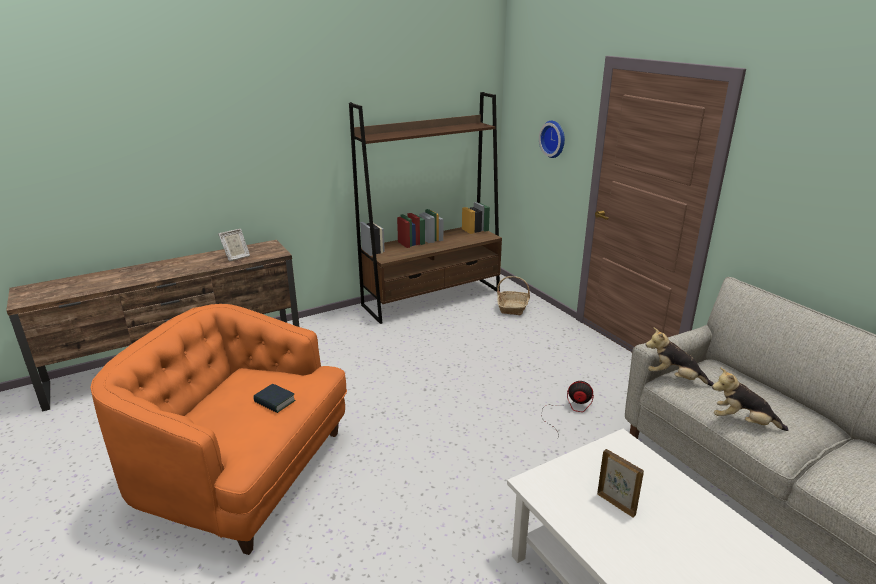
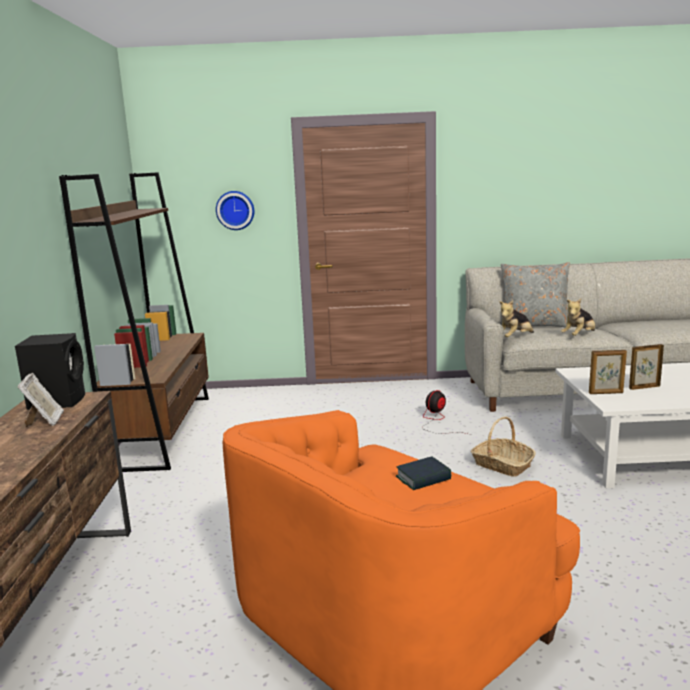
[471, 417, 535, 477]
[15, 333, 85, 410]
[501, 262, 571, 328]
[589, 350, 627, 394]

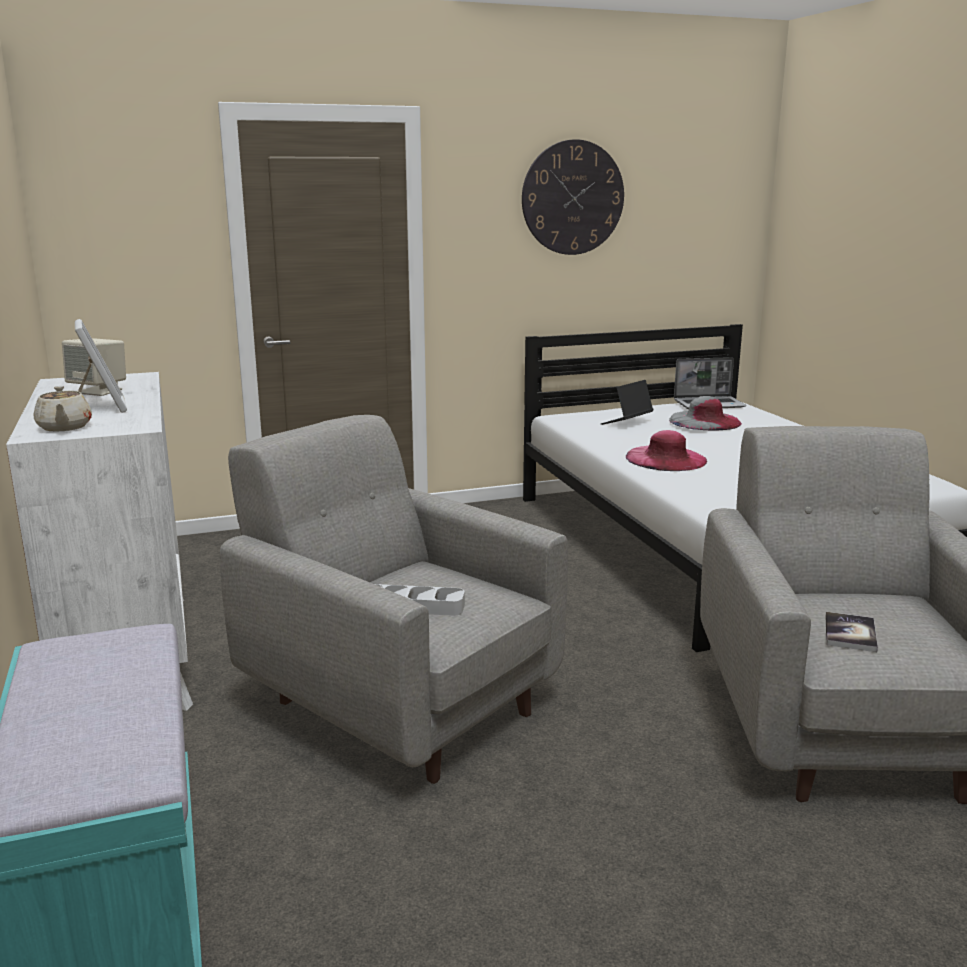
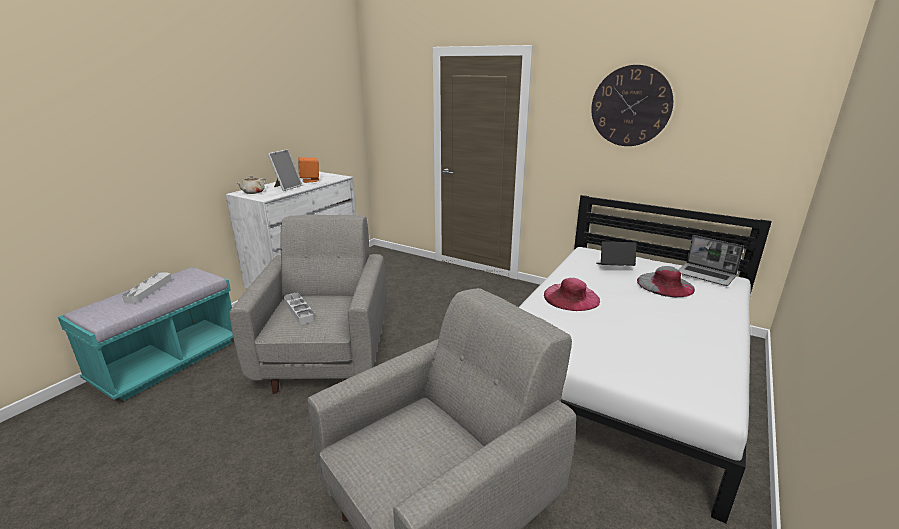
[298, 157, 319, 183]
[826, 612, 878, 652] (first image)
[122, 272, 172, 303]

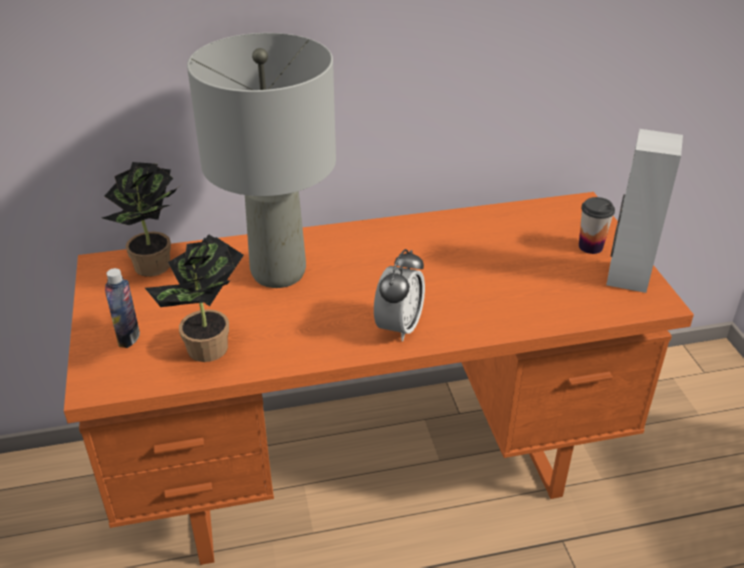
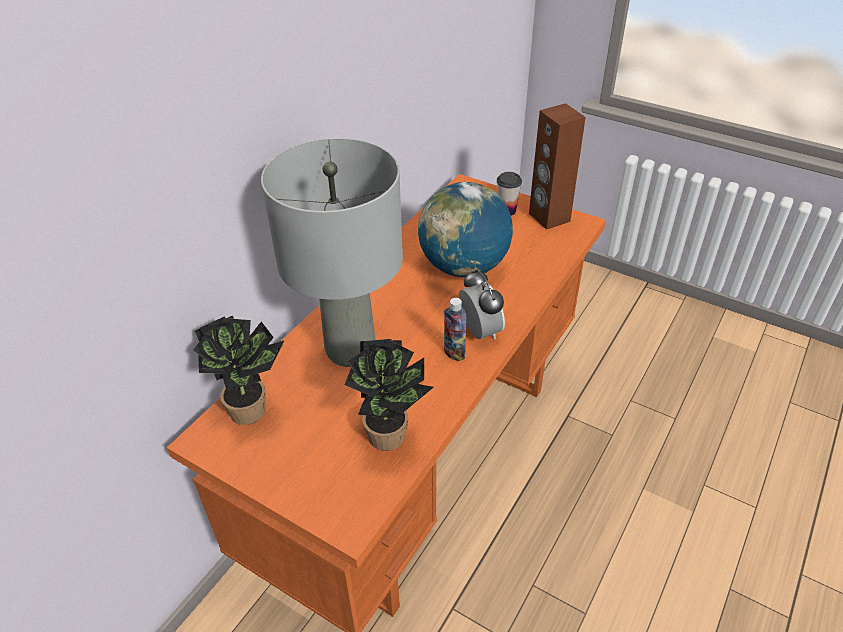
[444, 298, 466, 361]
[529, 103, 586, 230]
[418, 182, 513, 277]

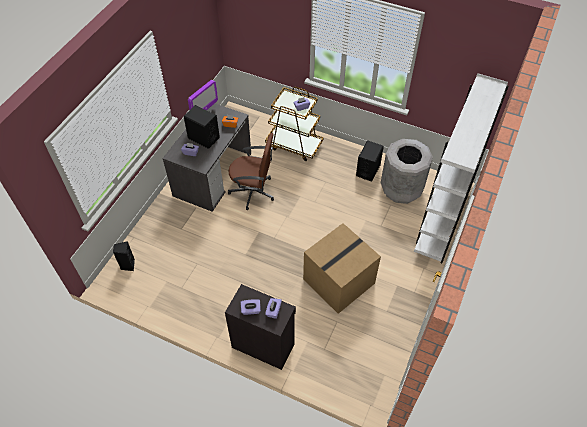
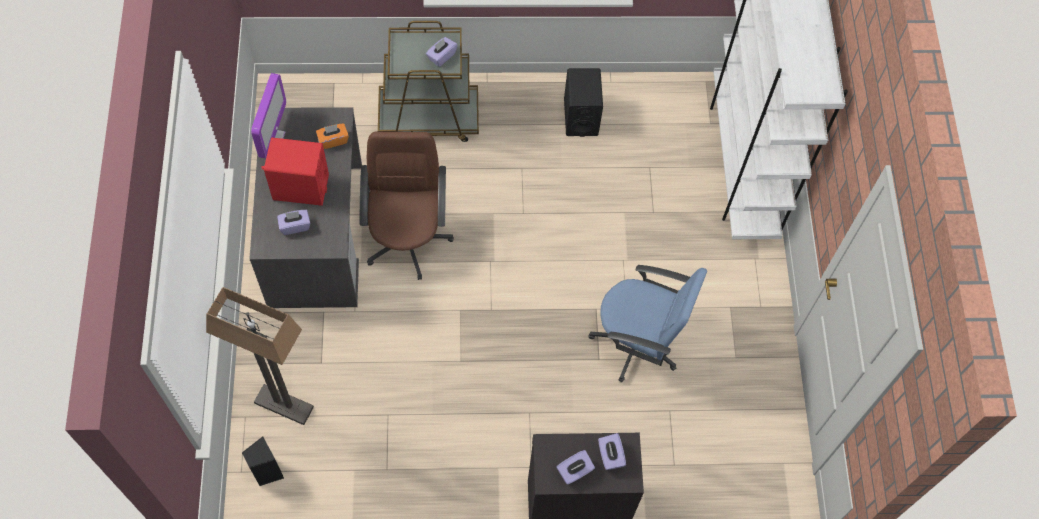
[261, 137, 329, 206]
[360, 132, 454, 280]
[588, 265, 707, 382]
[381, 139, 433, 204] (first image)
[206, 287, 314, 425]

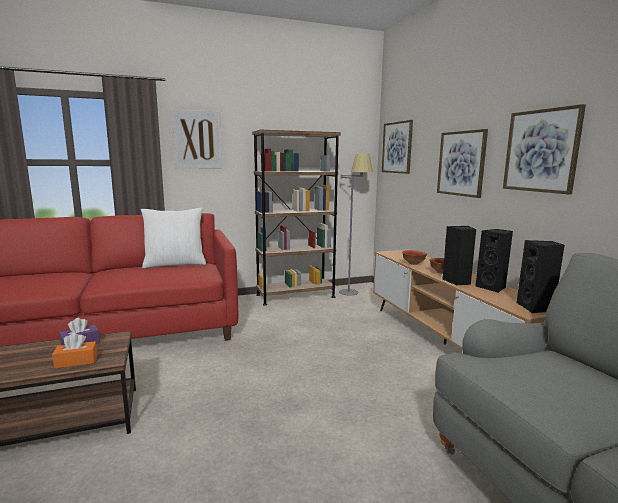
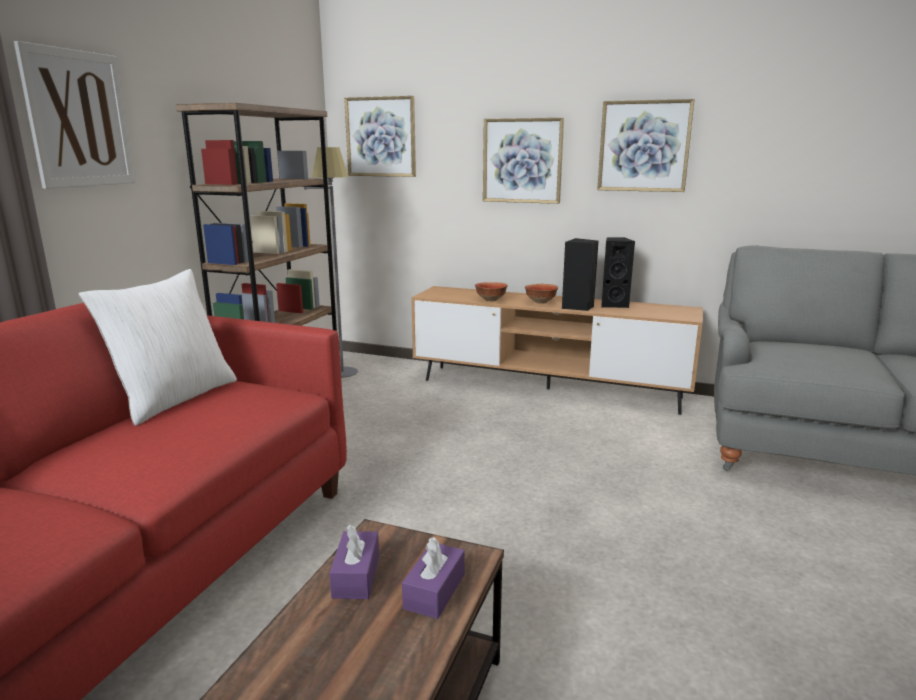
[402, 537, 465, 619]
[516, 240, 565, 313] (first image)

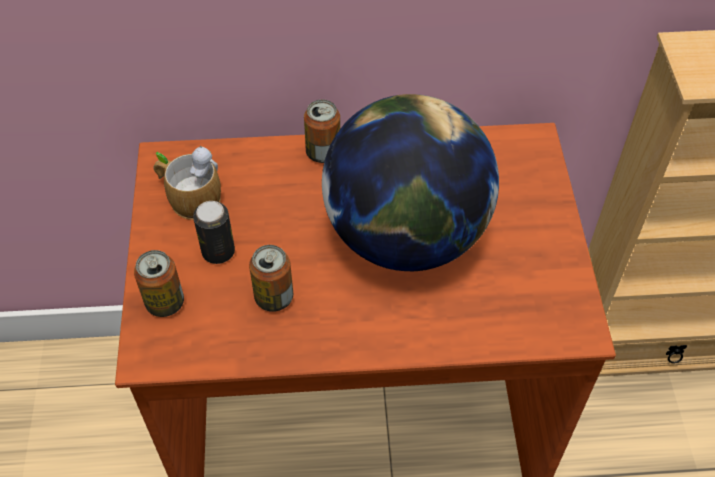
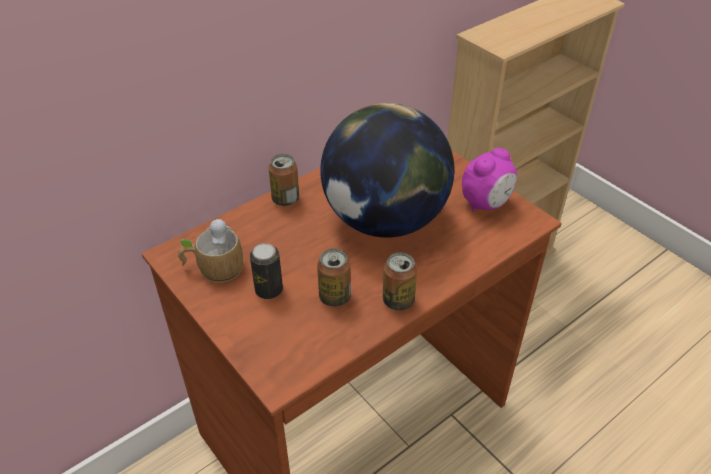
[383, 252, 417, 311]
[462, 148, 517, 211]

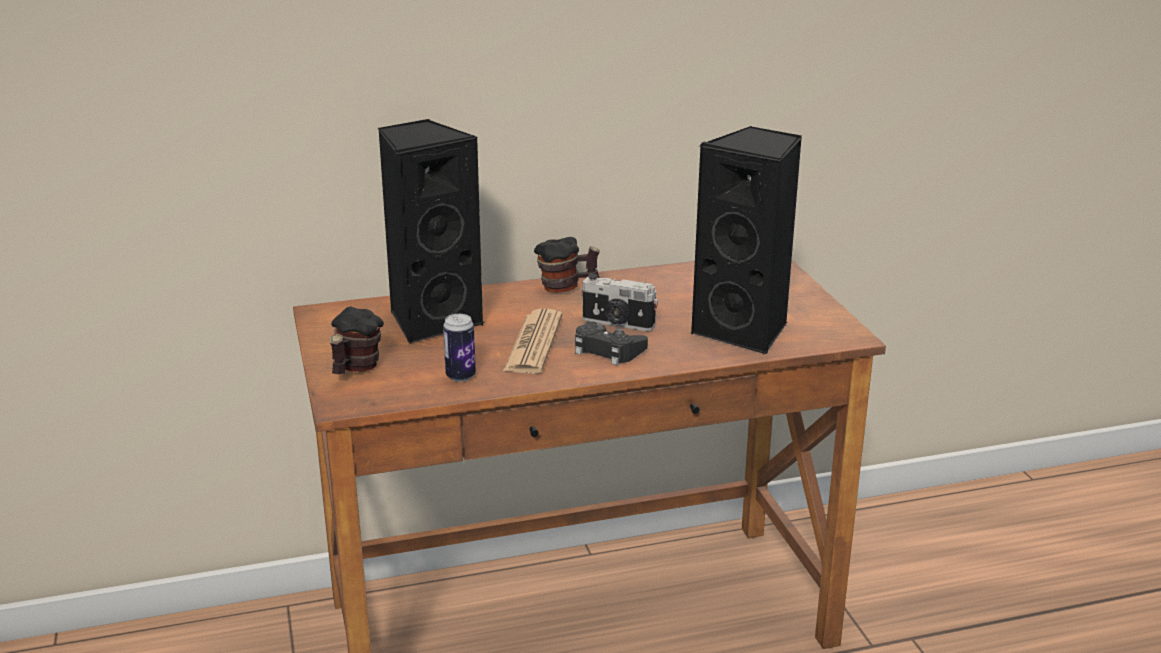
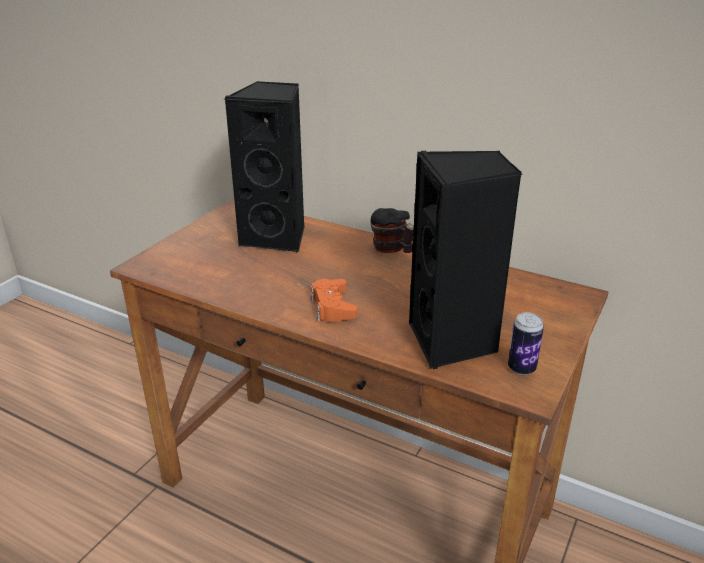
[330, 307, 384, 374] (first image)
[508, 312, 544, 375]
[503, 309, 562, 374] (first image)
[310, 279, 357, 322]
[581, 274, 658, 331] (first image)

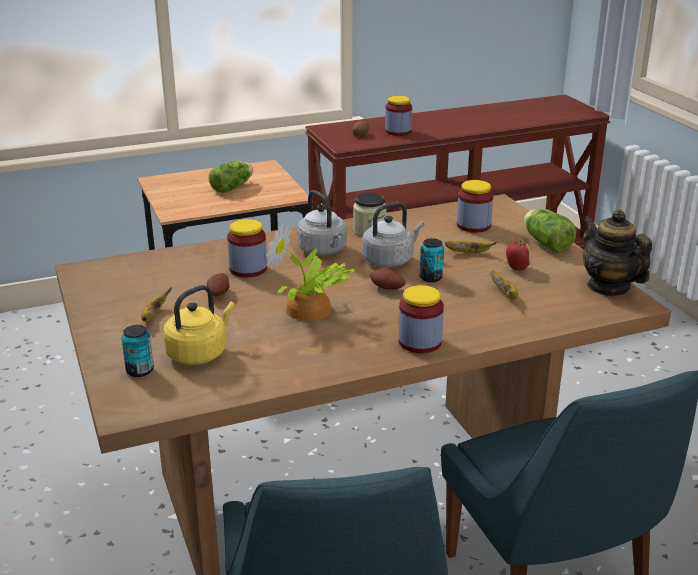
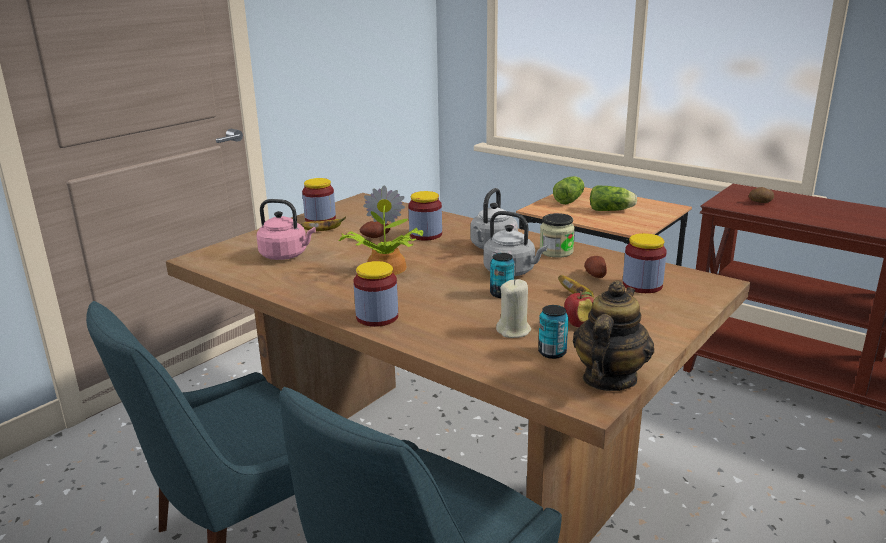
[538, 305, 569, 359]
[256, 199, 316, 260]
[584, 256, 607, 278]
[302, 178, 336, 222]
[496, 279, 531, 338]
[553, 176, 584, 204]

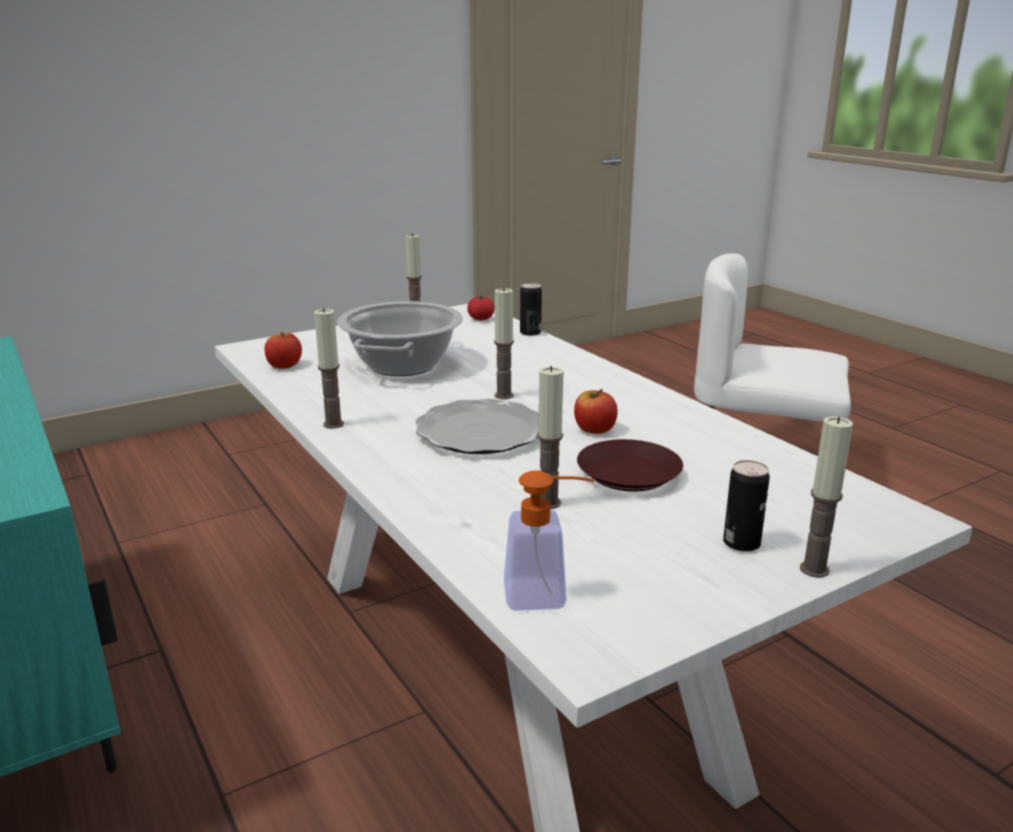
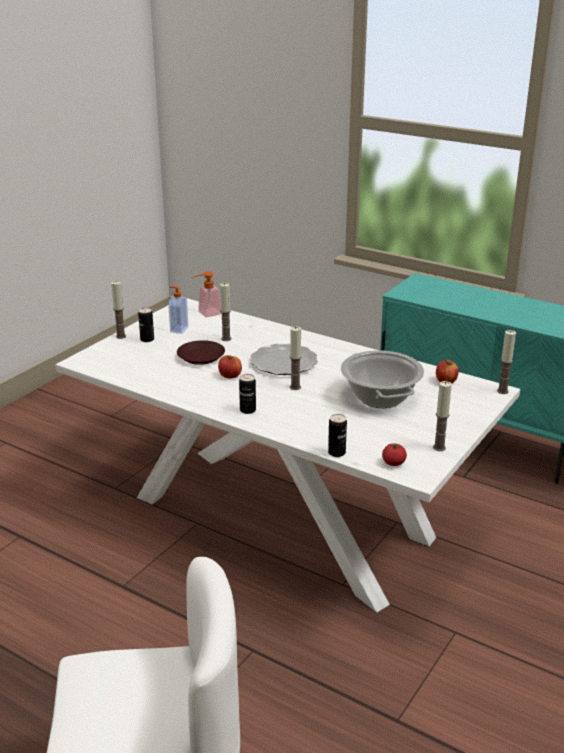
[497, 330, 516, 394]
[168, 286, 188, 334]
[239, 374, 256, 414]

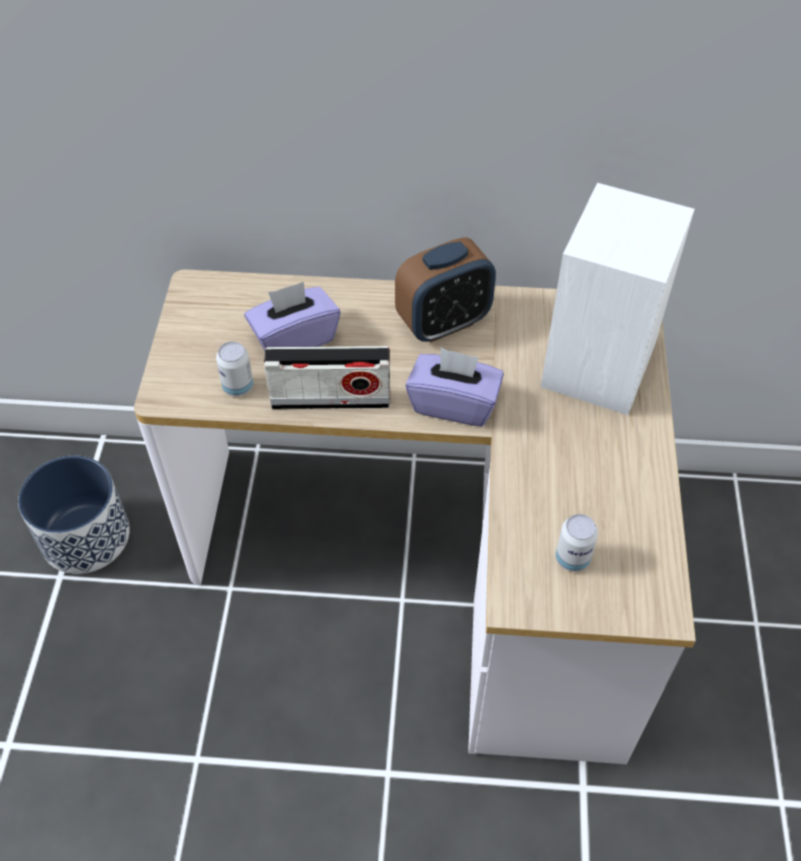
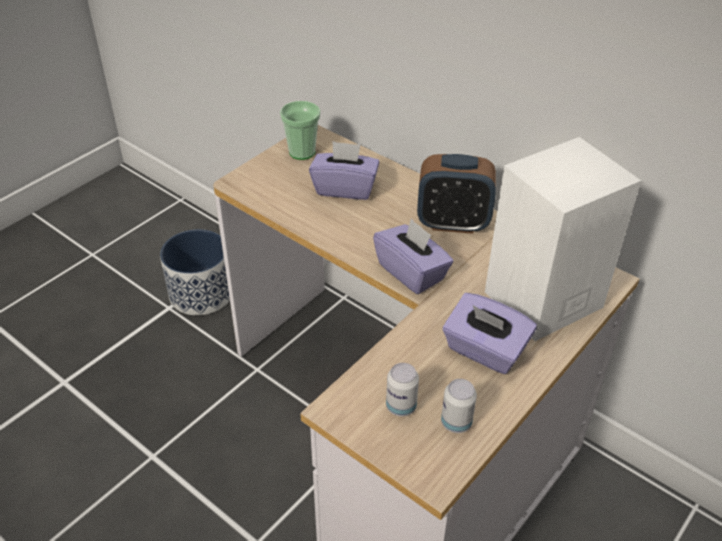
[441, 379, 477, 433]
[264, 346, 390, 409] (first image)
[280, 101, 320, 160]
[443, 293, 537, 374]

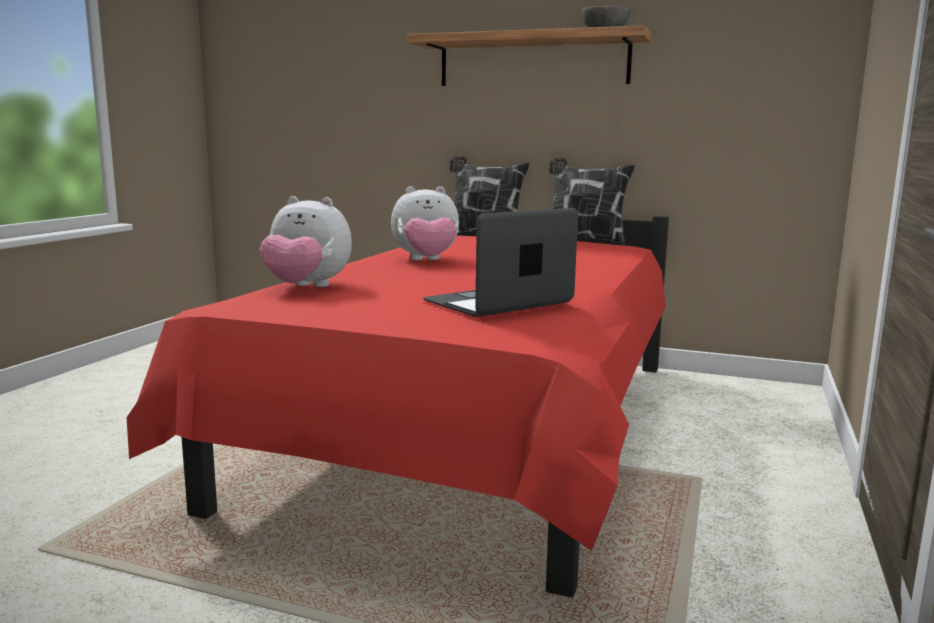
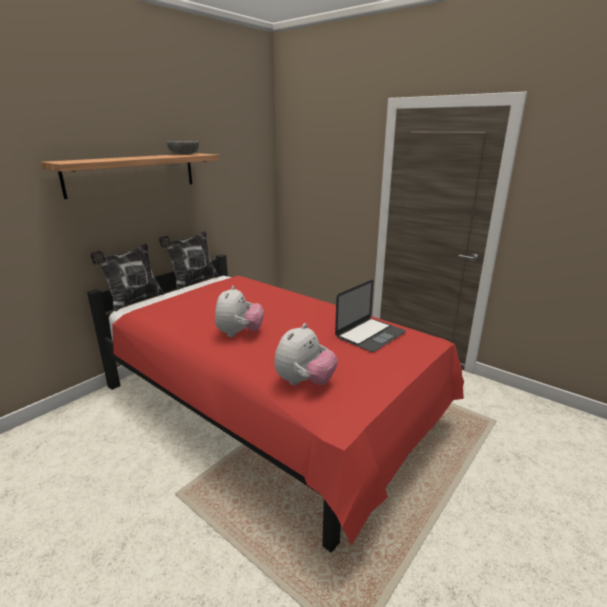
[335, 280, 406, 352]

